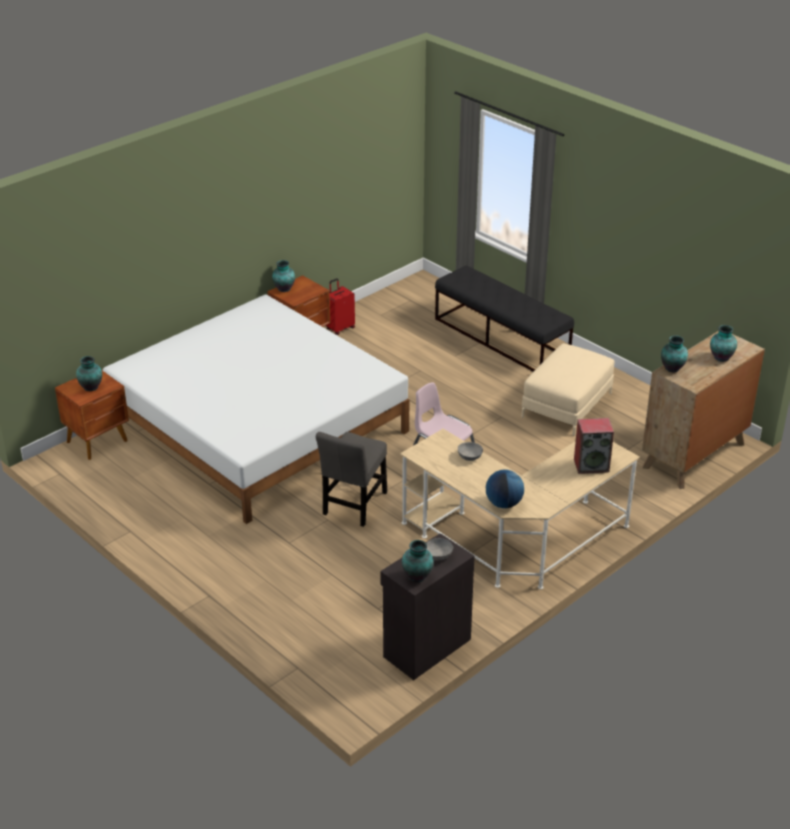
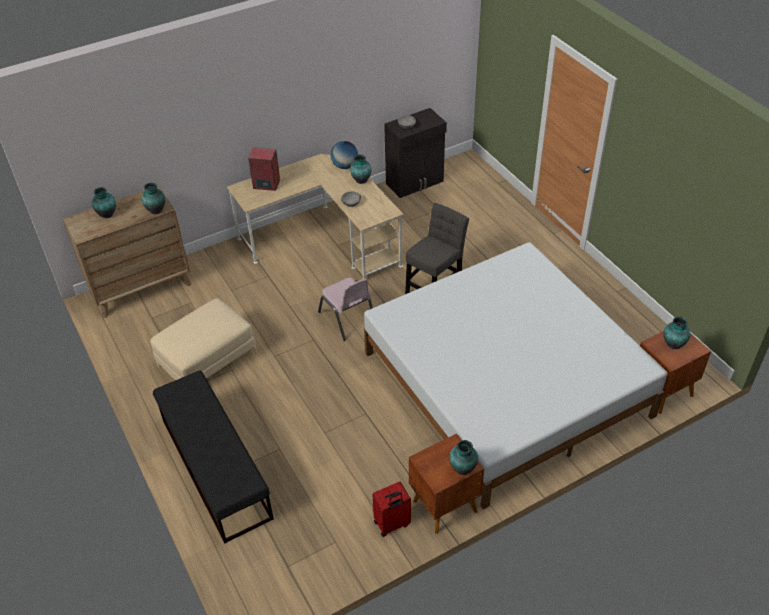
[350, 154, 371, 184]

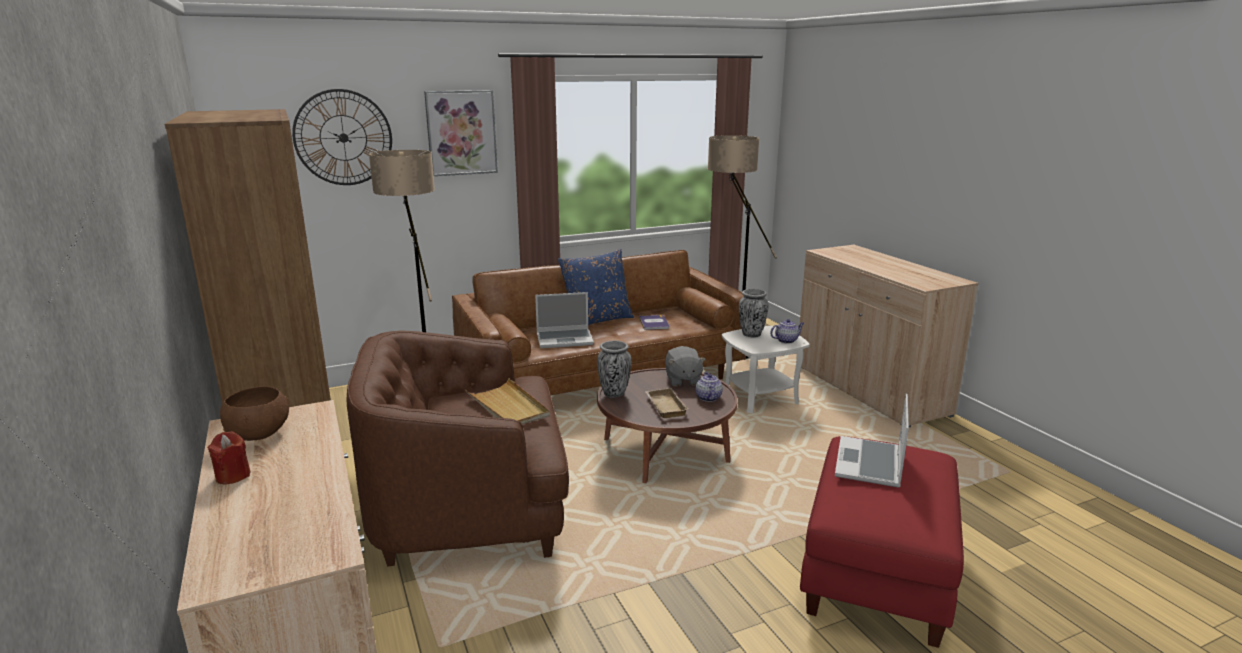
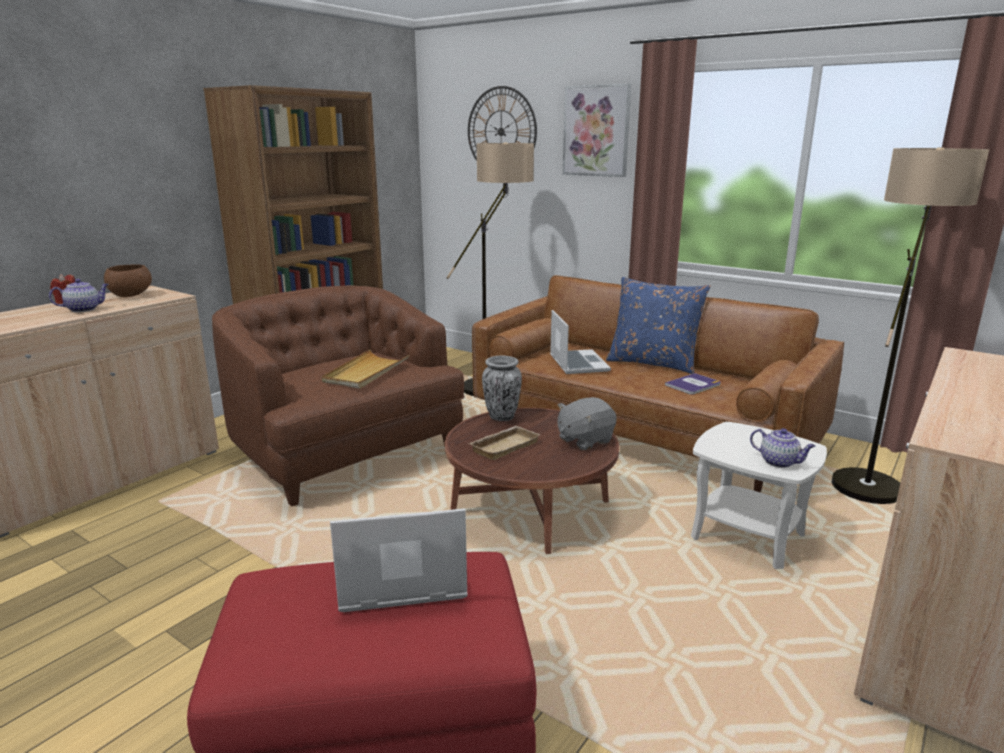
[550, 310, 611, 374]
[49, 279, 109, 312]
[739, 289, 769, 337] (first image)

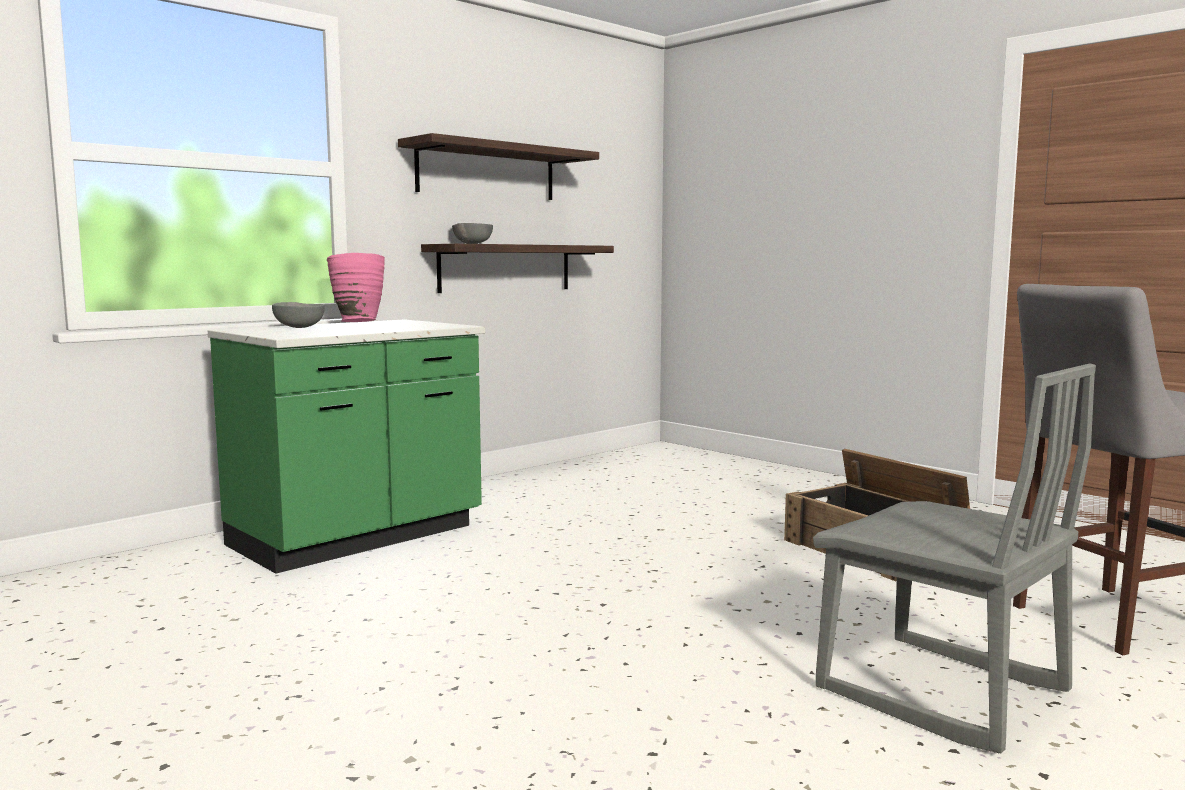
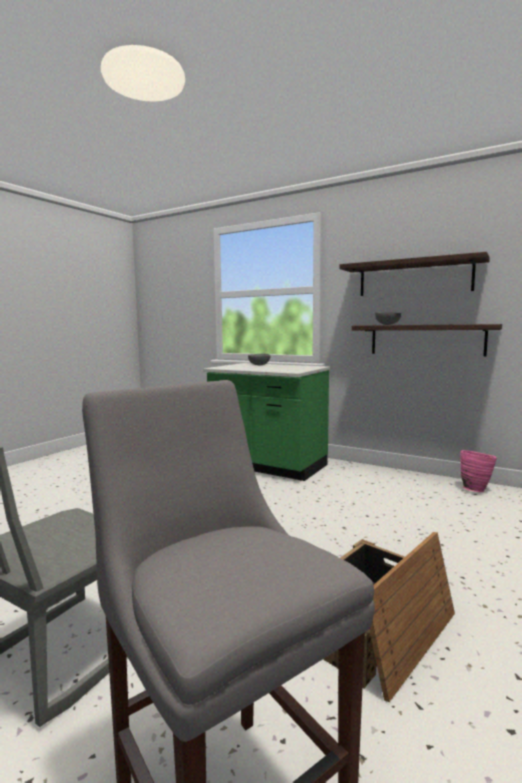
[460, 450, 497, 492]

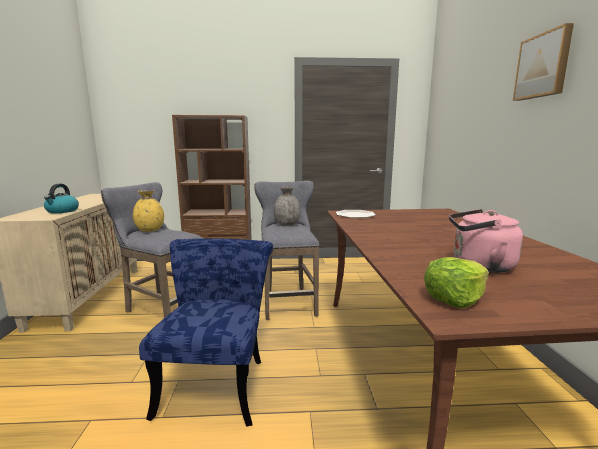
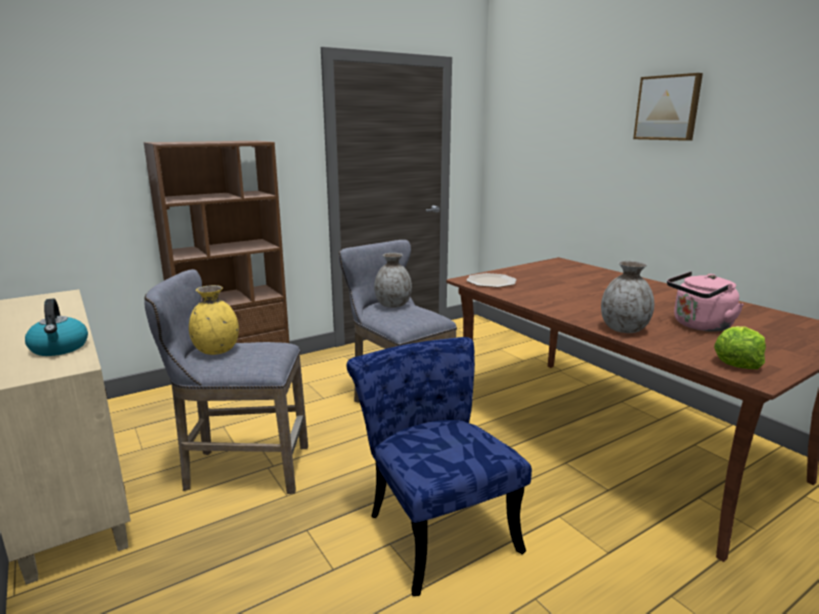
[601, 261, 654, 333]

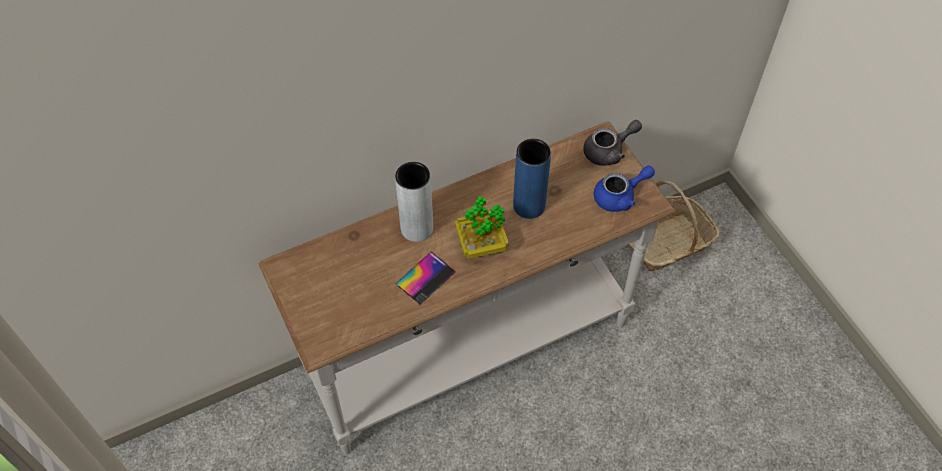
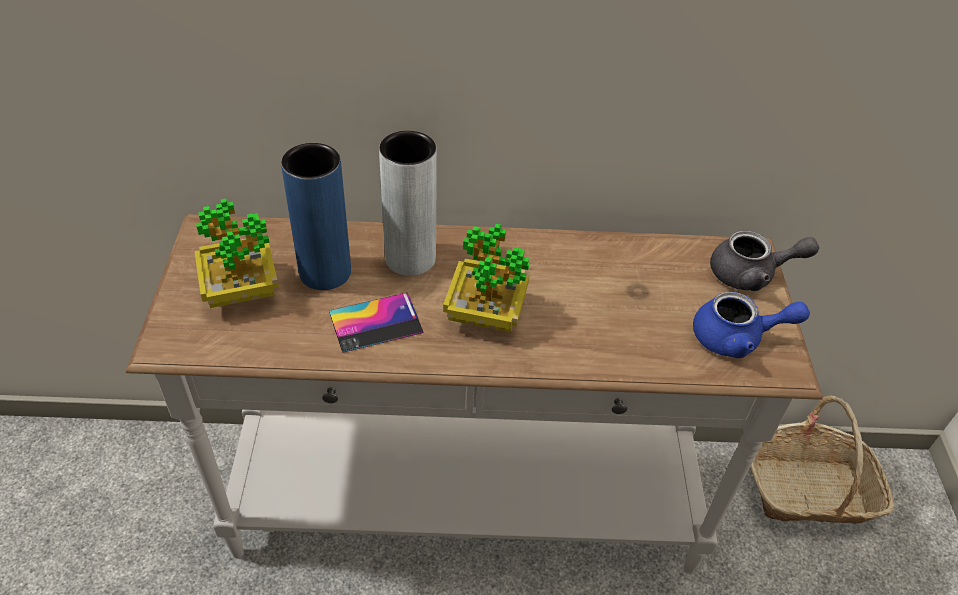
[281, 143, 351, 290]
[194, 199, 279, 308]

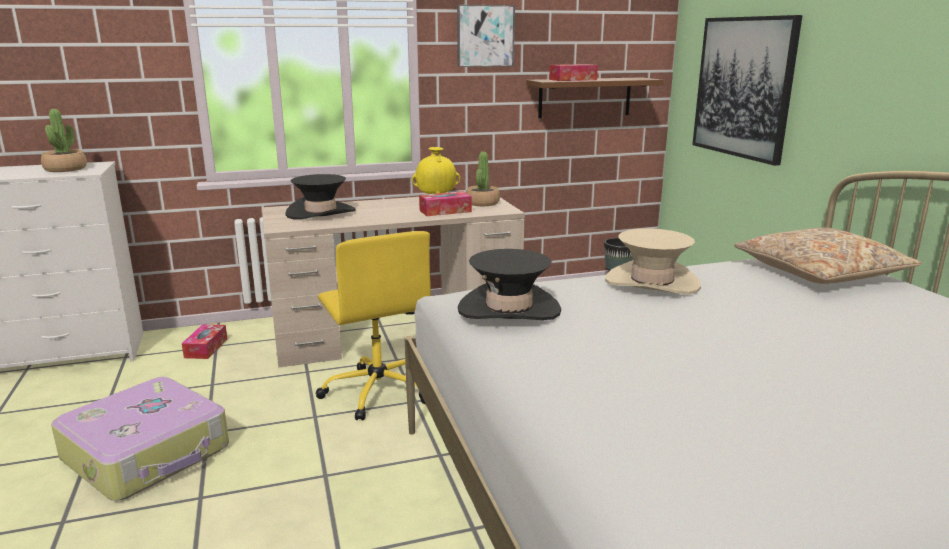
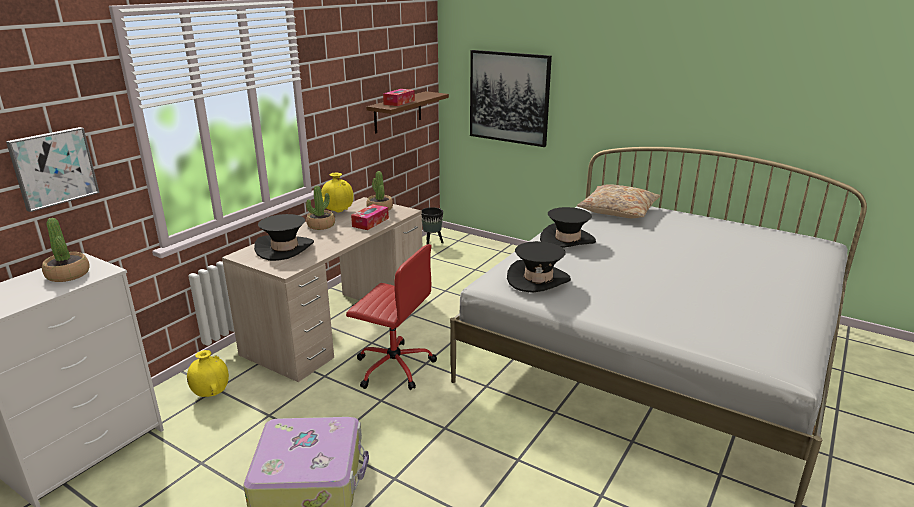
[187, 350, 229, 397]
[346, 244, 437, 390]
[6, 127, 100, 212]
[540, 207, 596, 248]
[306, 186, 335, 230]

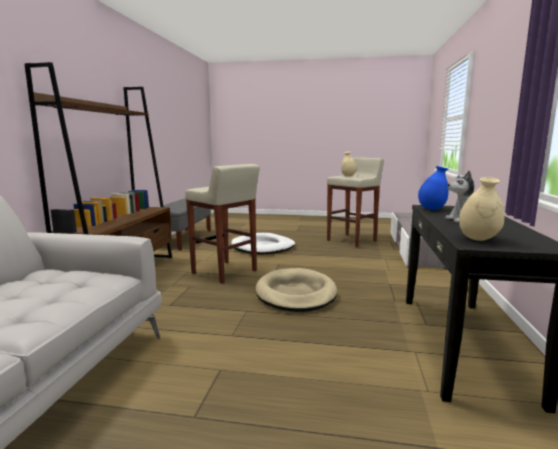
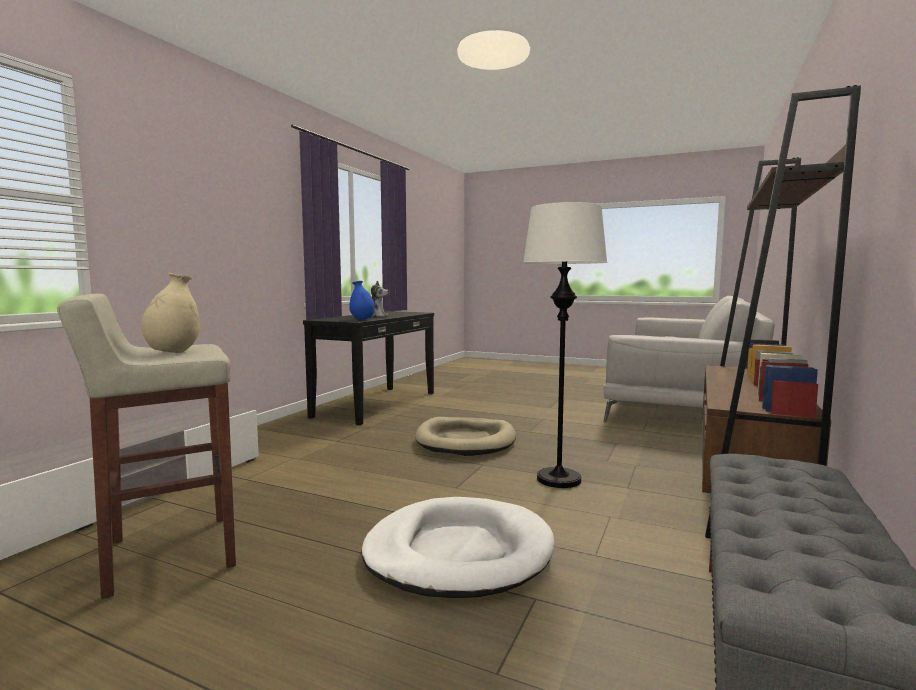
[523, 202, 608, 488]
[459, 177, 504, 241] (first image)

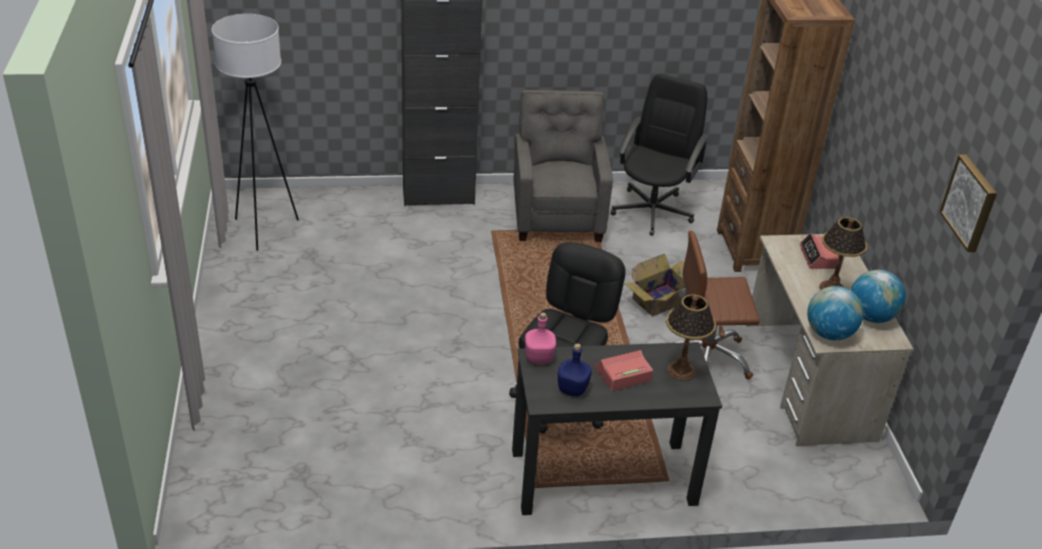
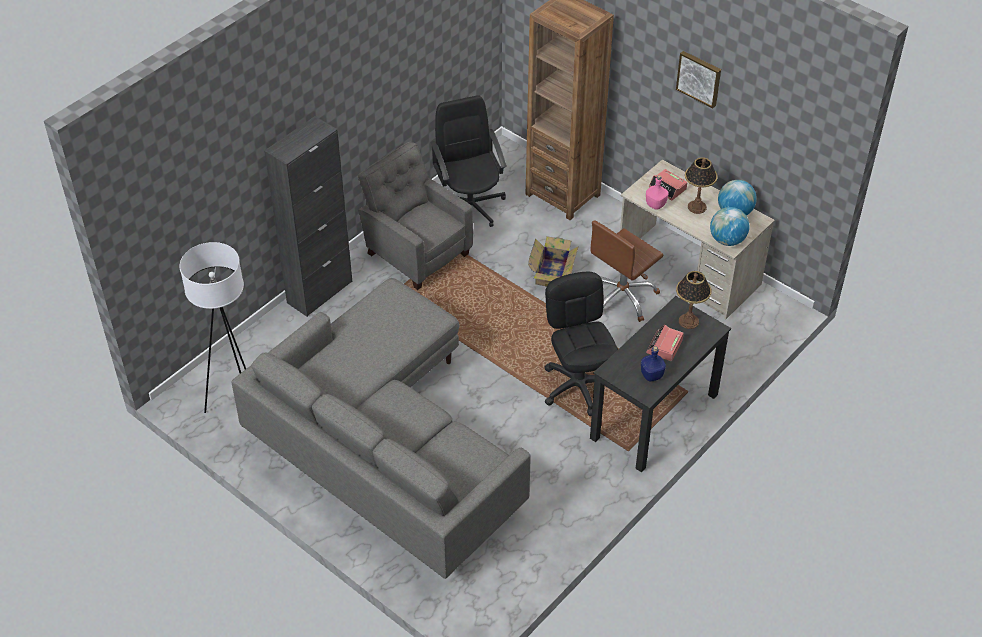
[646, 175, 669, 210]
[676, 51, 721, 108]
[231, 278, 530, 579]

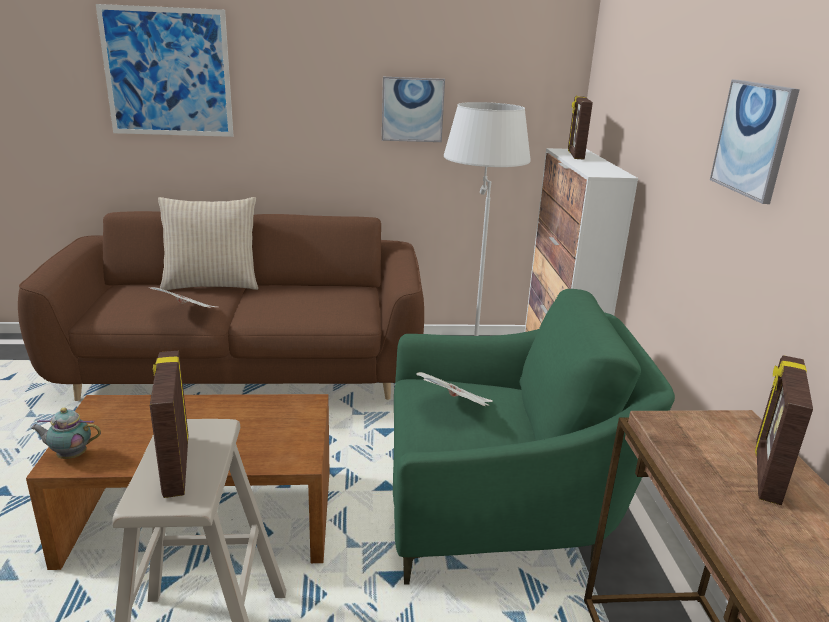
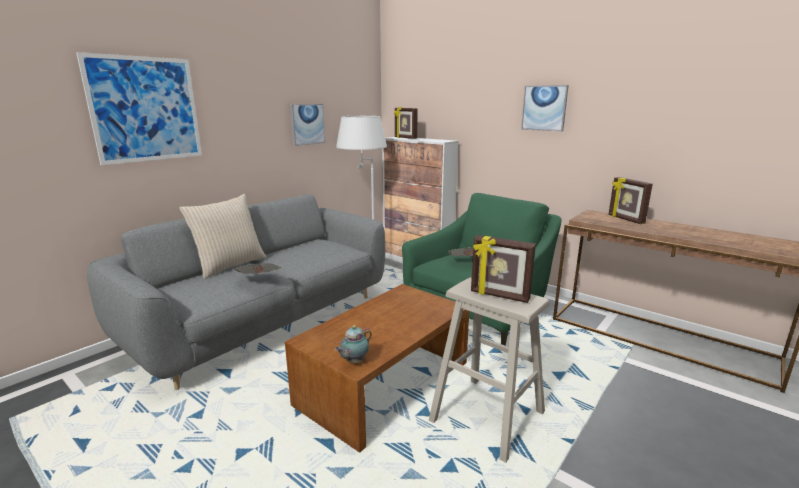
[87, 194, 385, 390]

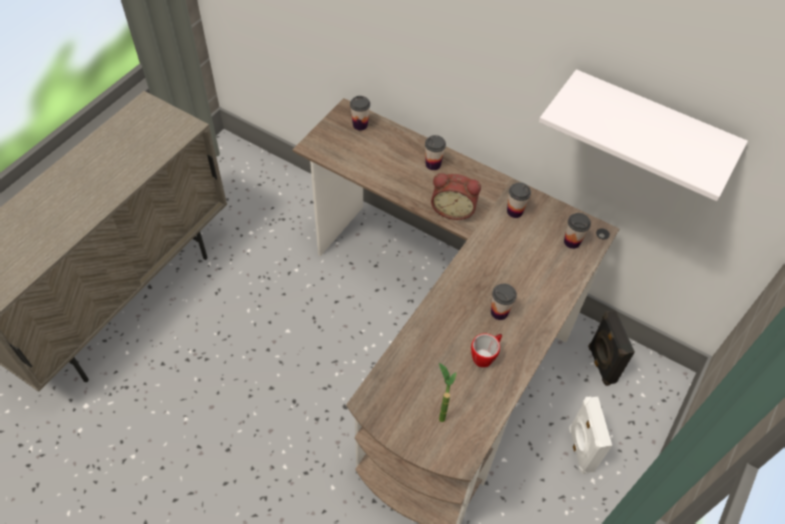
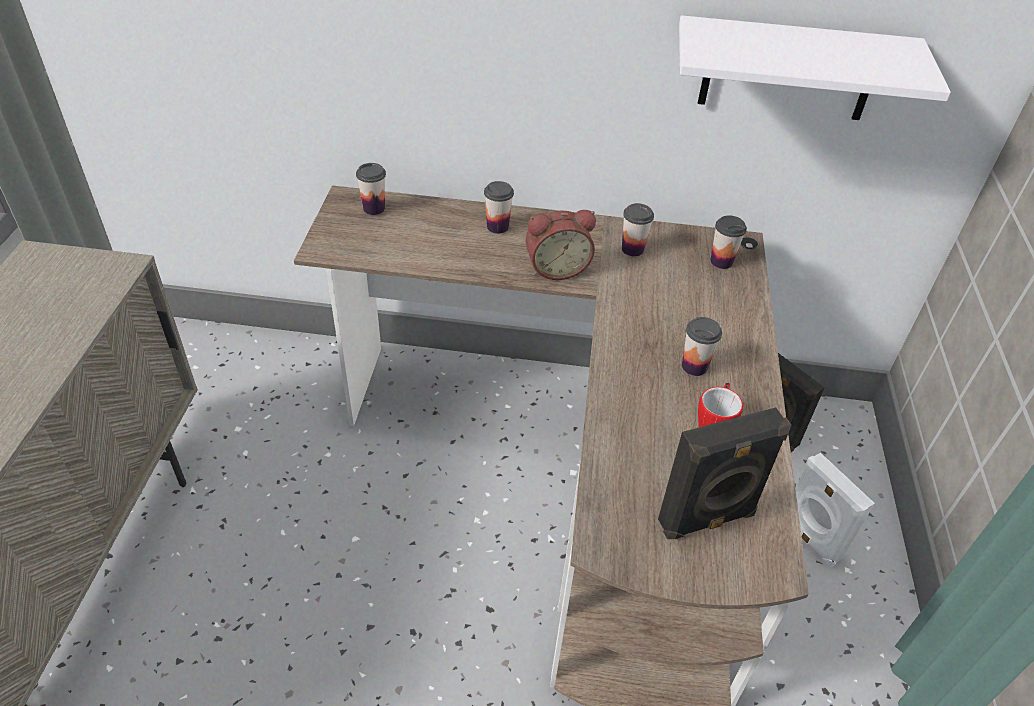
[658, 407, 791, 539]

